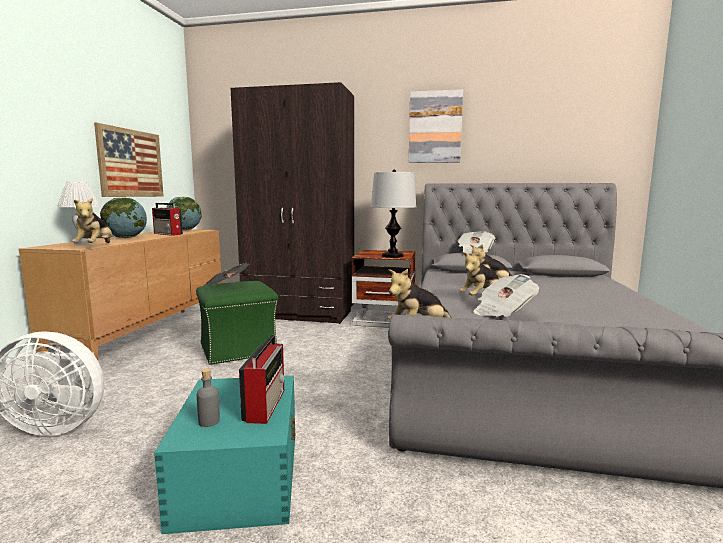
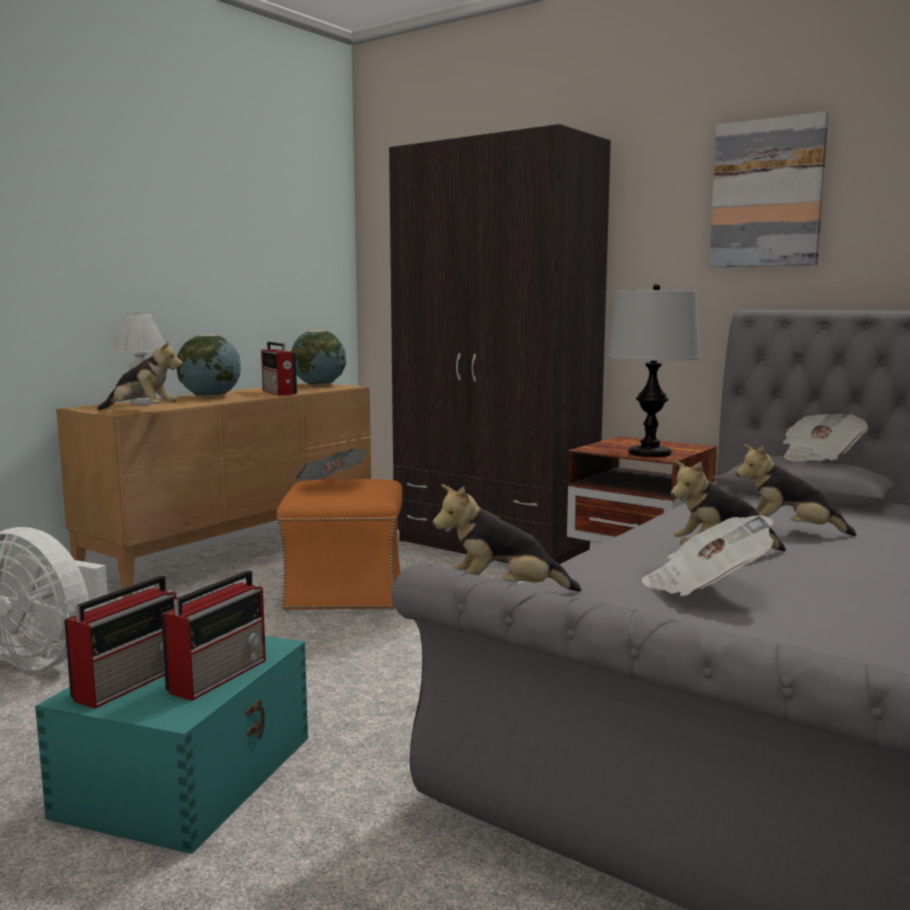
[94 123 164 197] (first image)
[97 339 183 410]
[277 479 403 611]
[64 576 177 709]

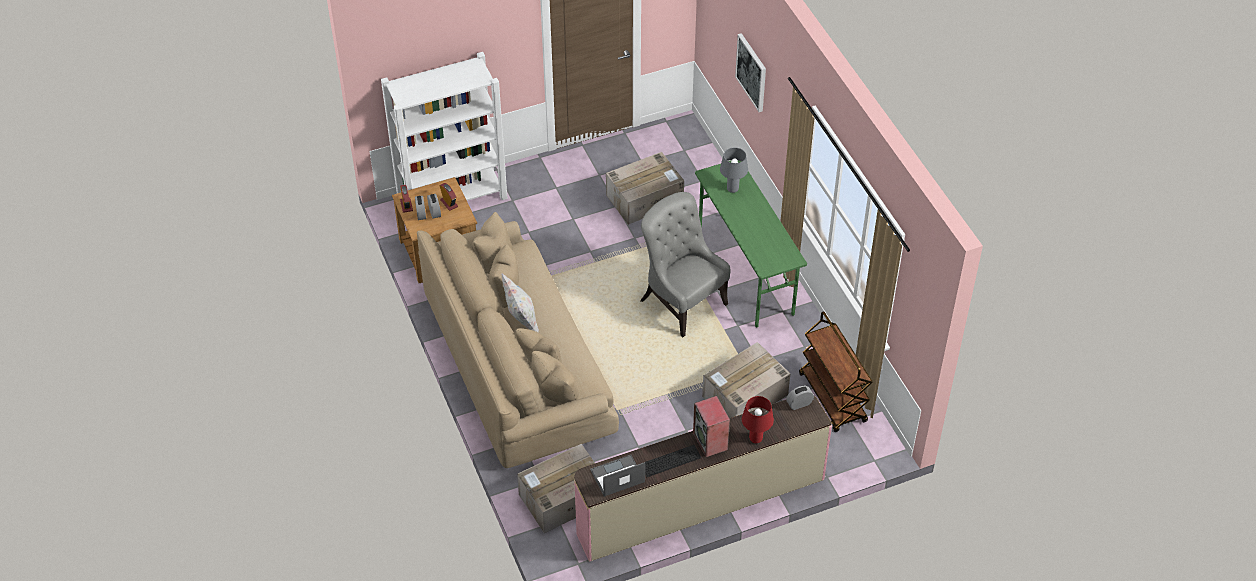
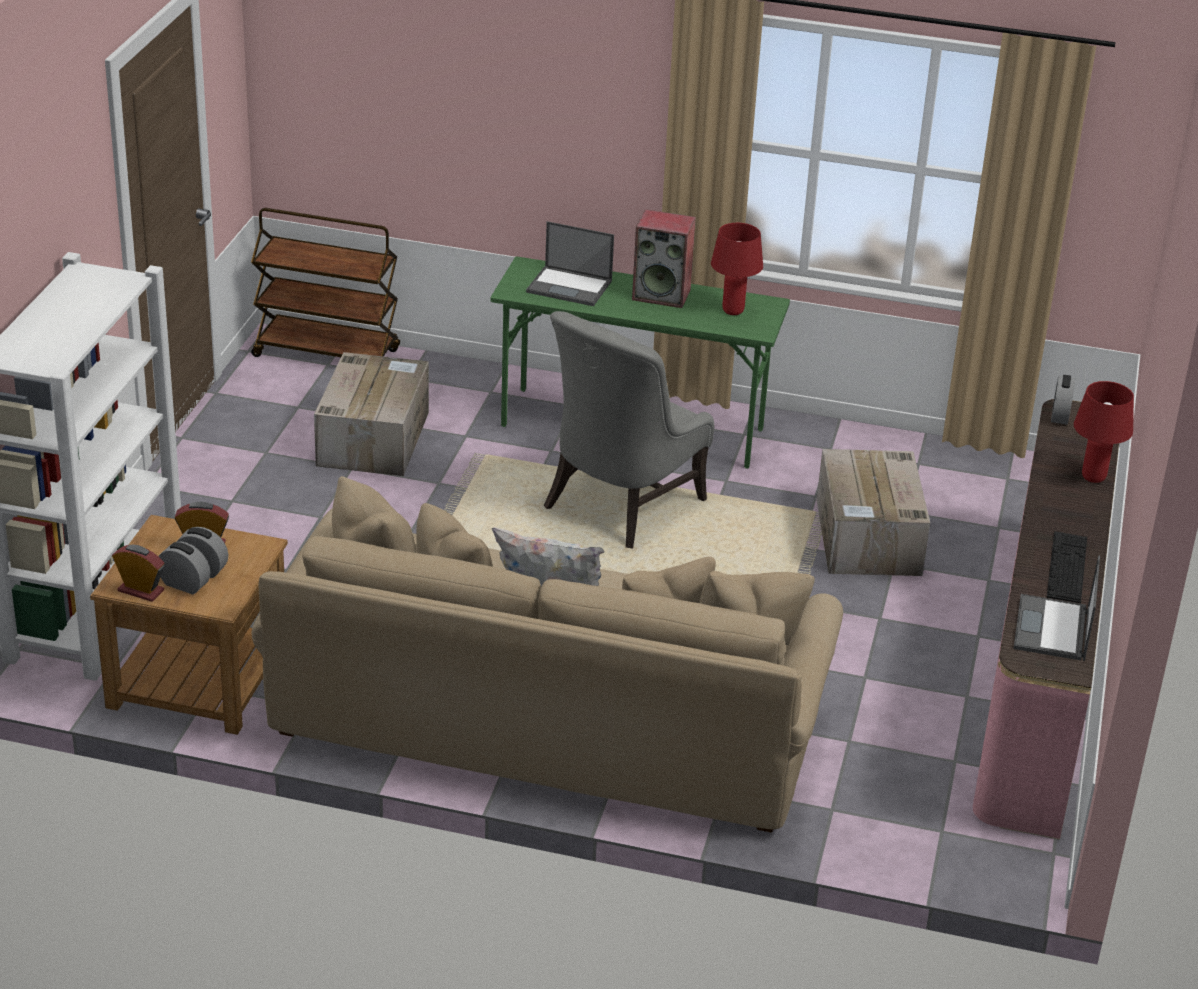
[735 33 766 112] (first image)
[526 221 614 306]
[544 311 714 549]
[251 208 400 357]
[632 209 696 308]
[517 444 595 533] (first image)
[711 223 763 315]

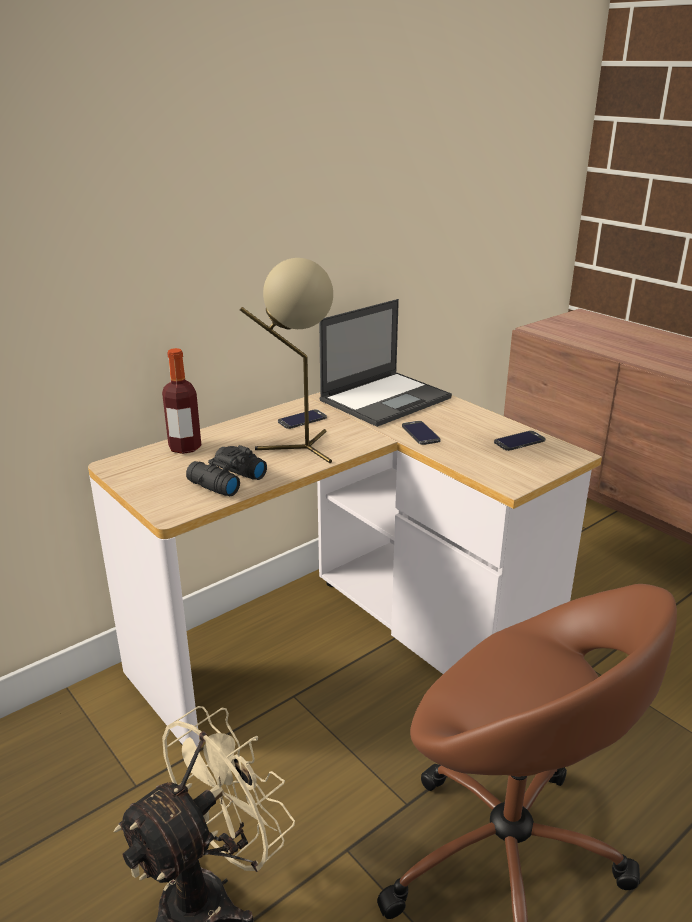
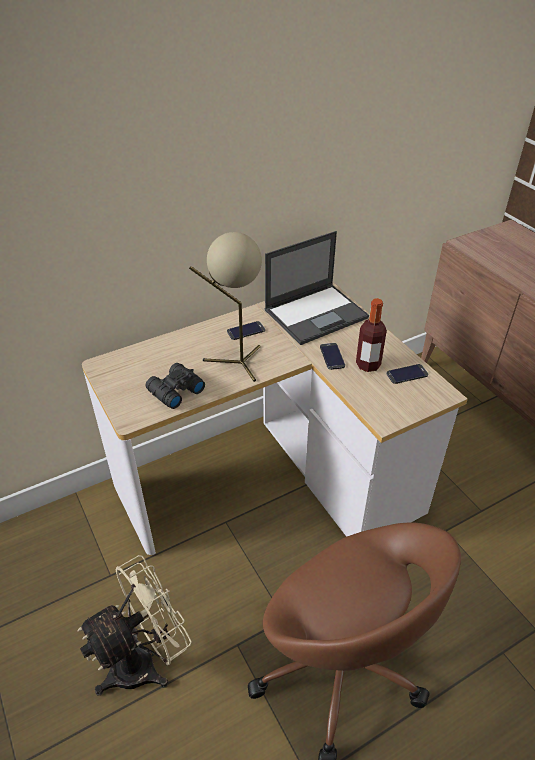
[356 298 387 372]

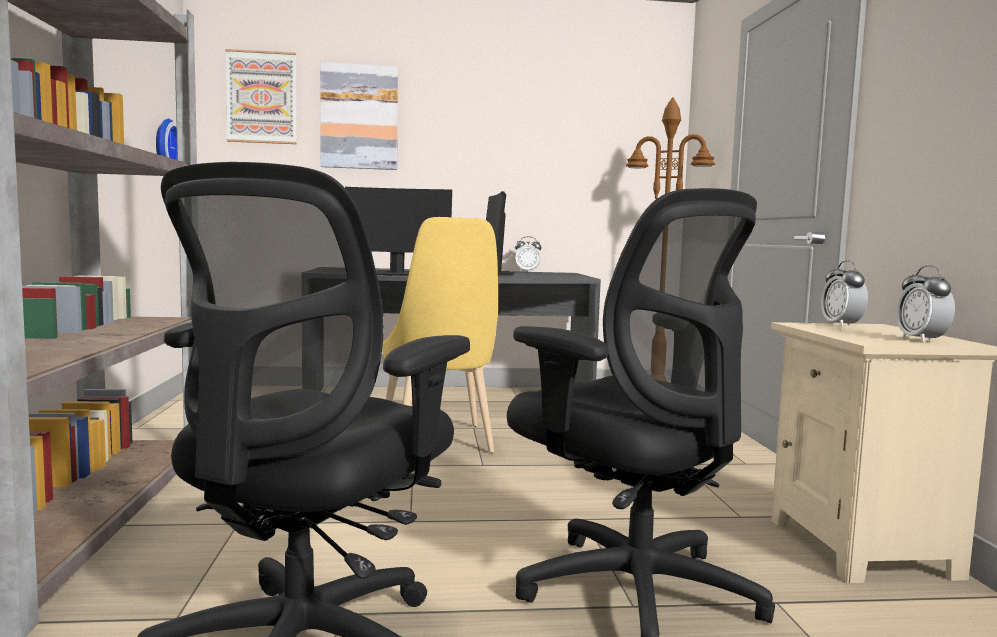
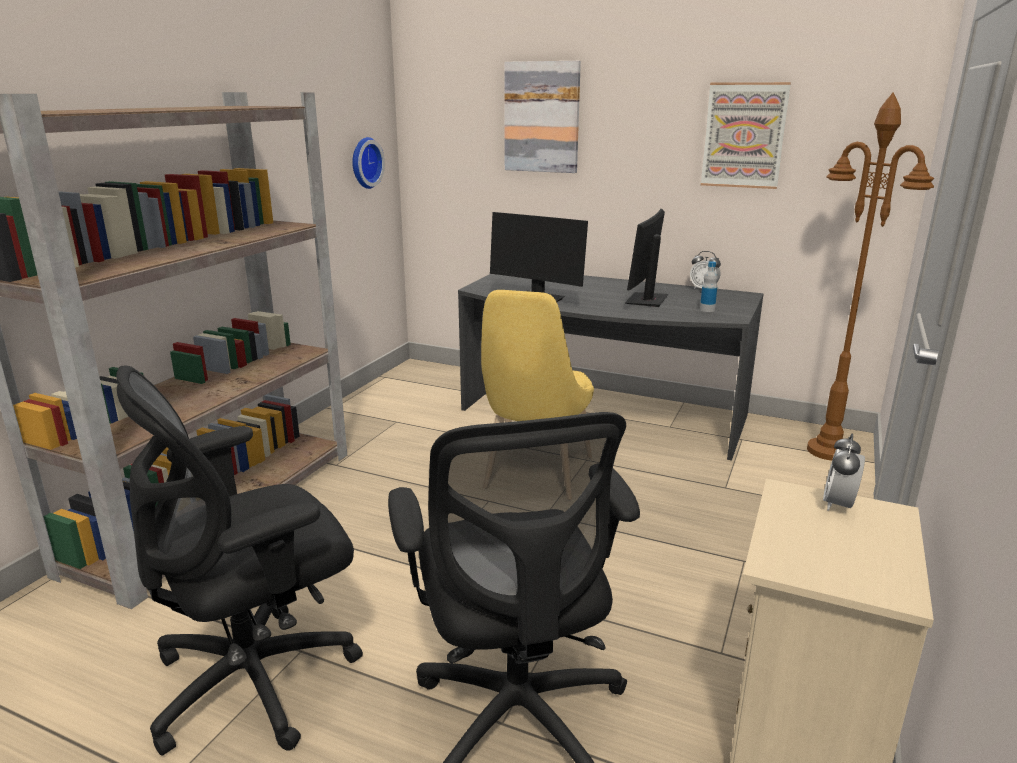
[701 82 791 189]
[896 265 955 342] (first image)
[700 261 718 312]

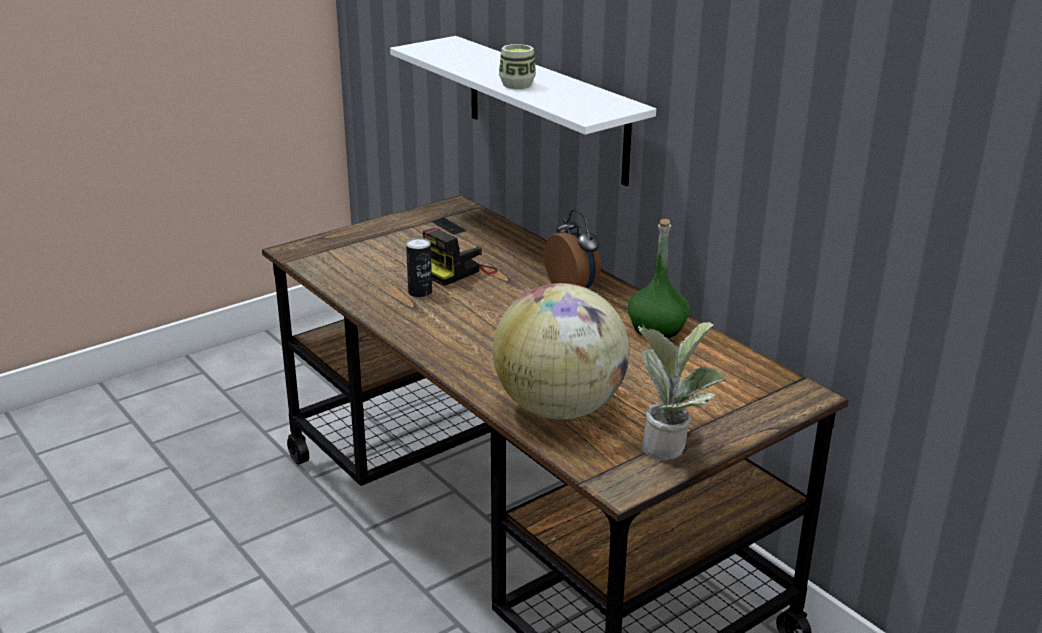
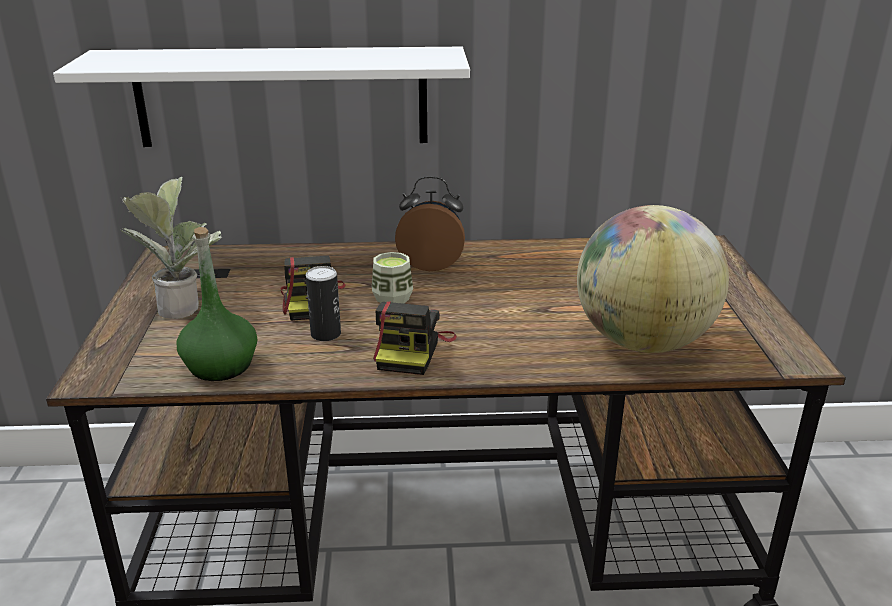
[372 252 413 304]
[177 227 257 381]
[120 177 222 319]
[373 301 457 375]

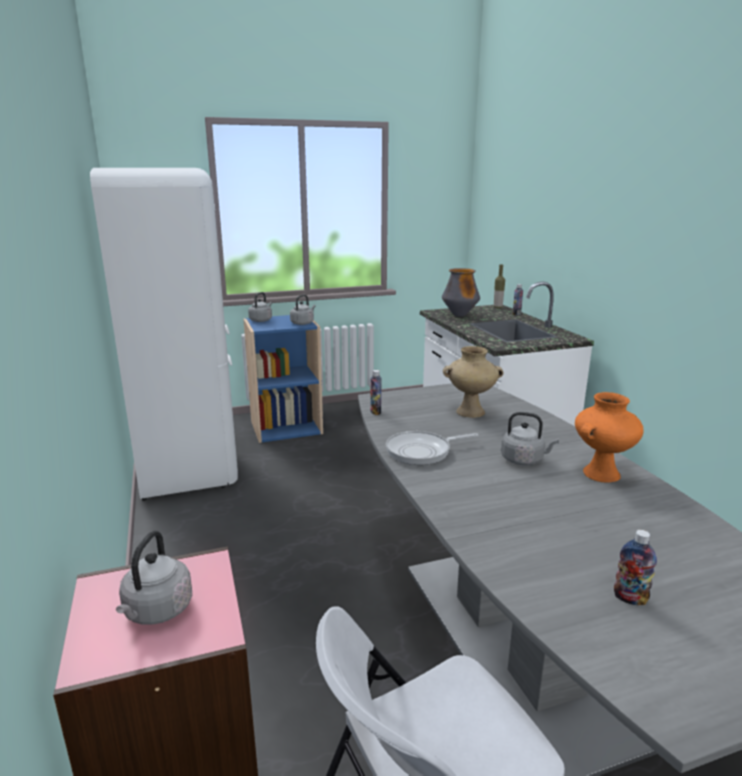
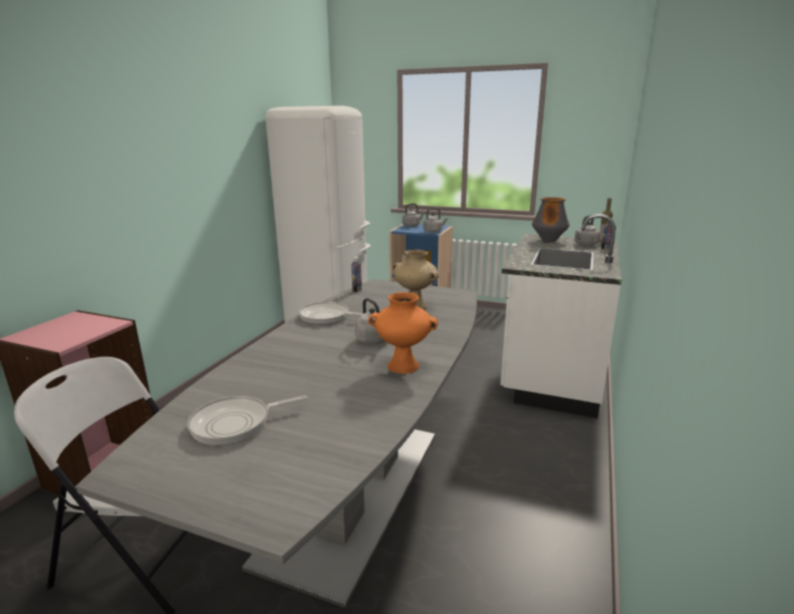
[187 395 307 445]
[575 215 600 246]

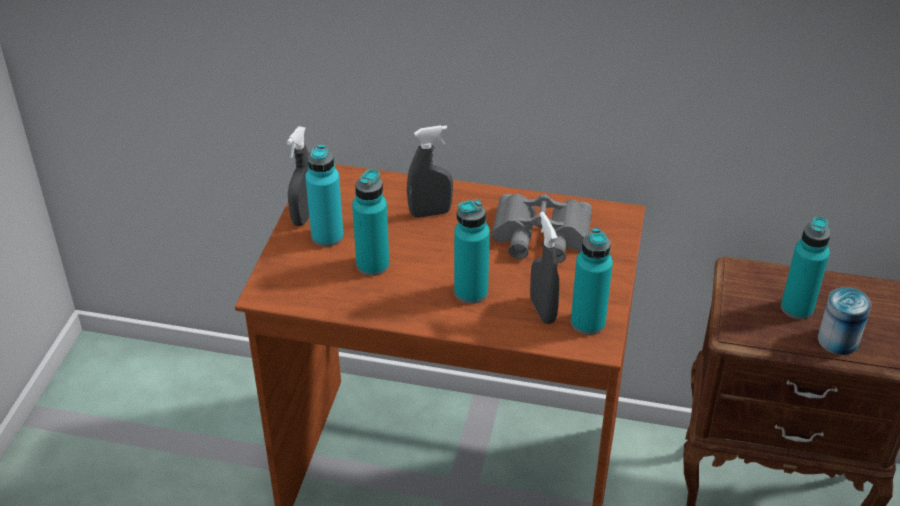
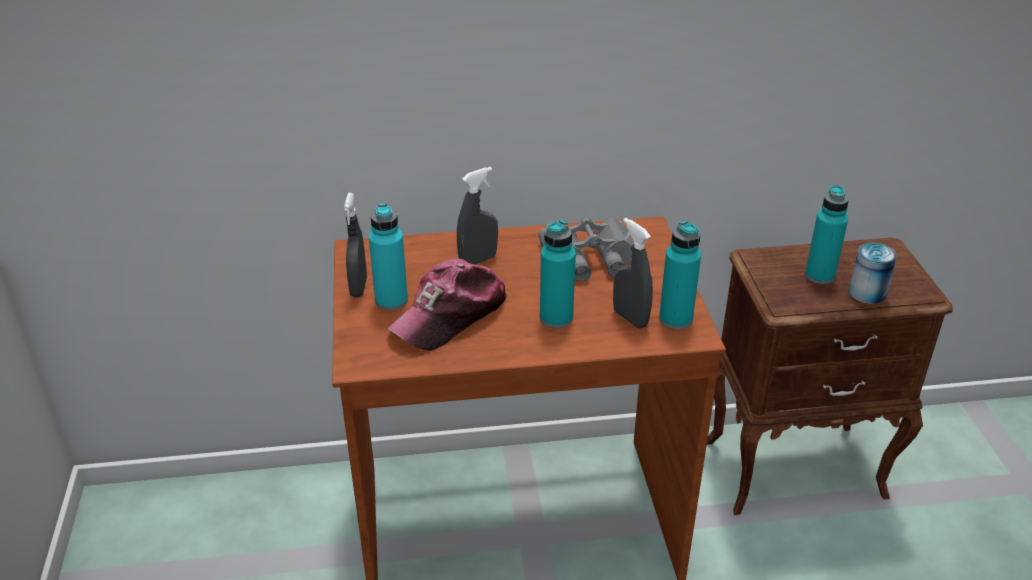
[387 259 508 351]

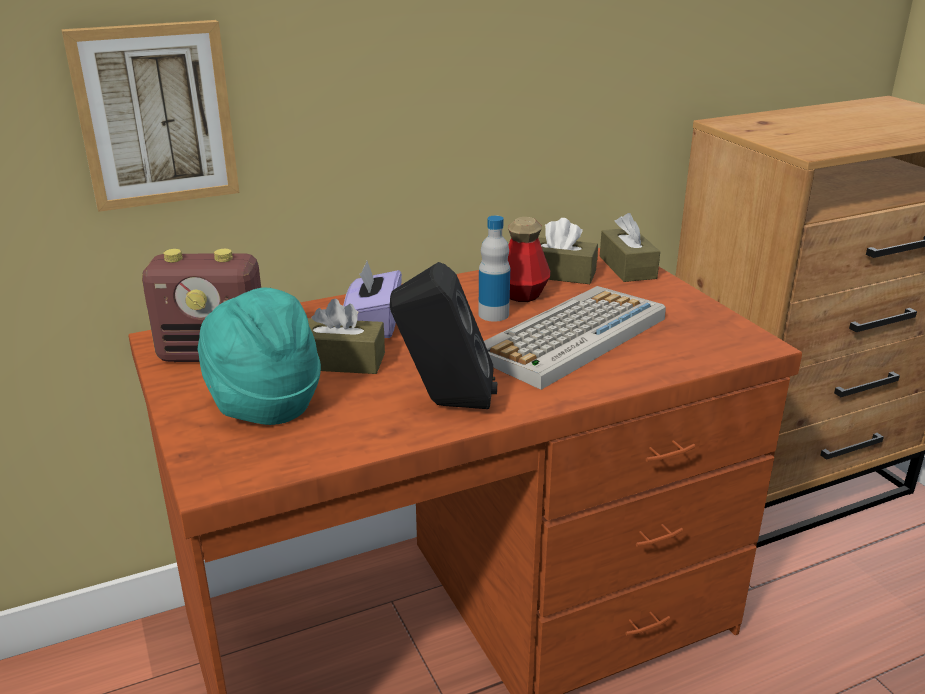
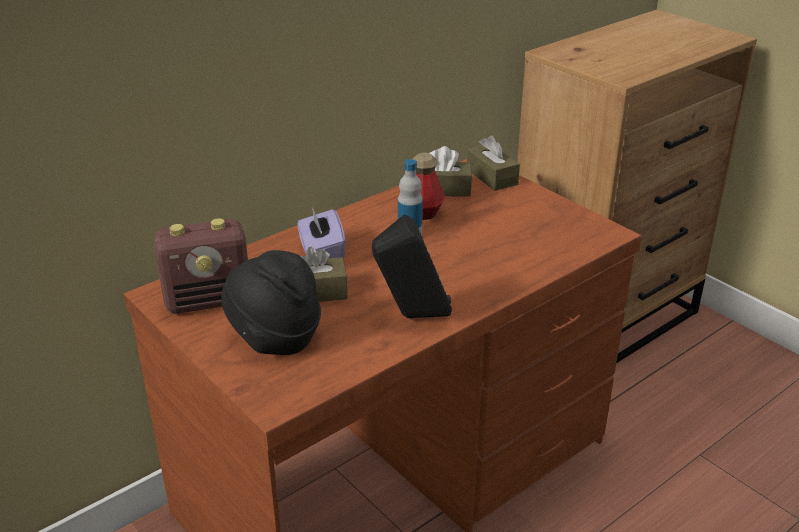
[61 20 239 212] (first image)
[484 286 666 390] (first image)
[221 250 321 355]

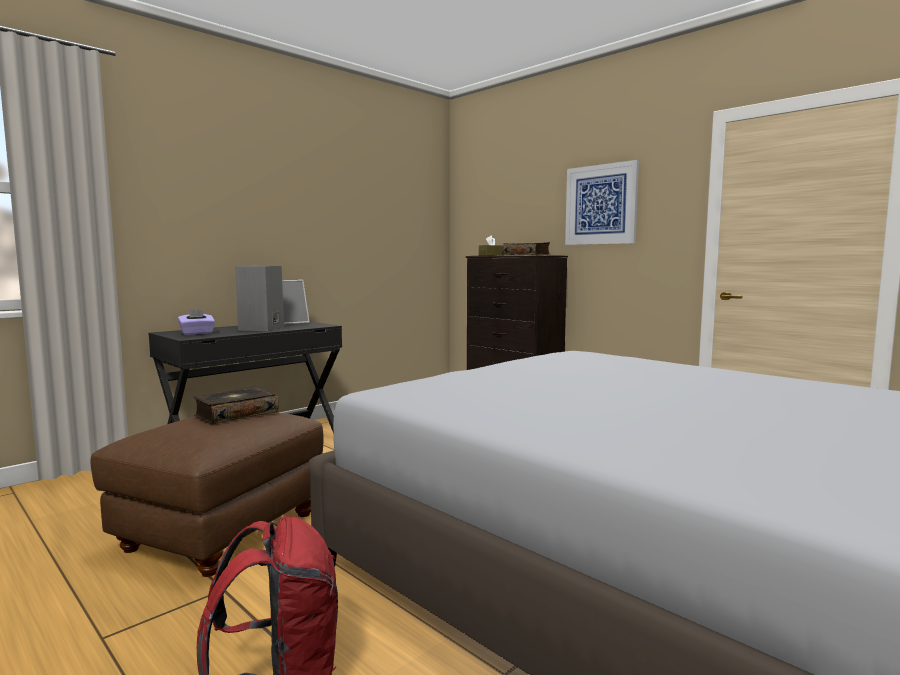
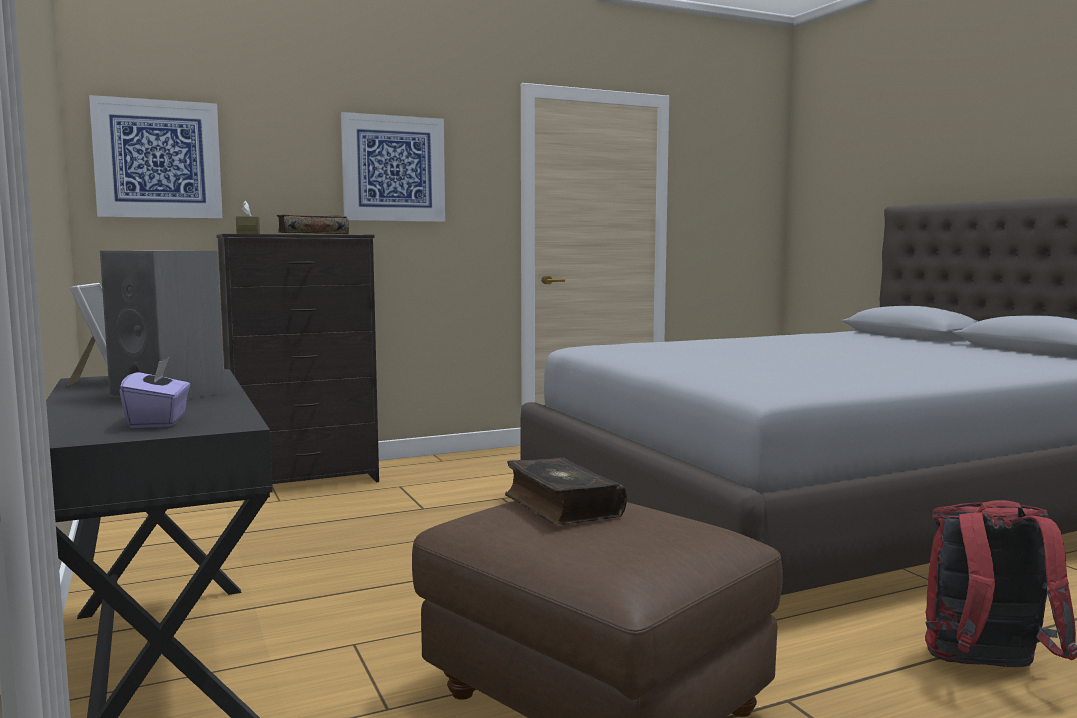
[89 95 223 218]

